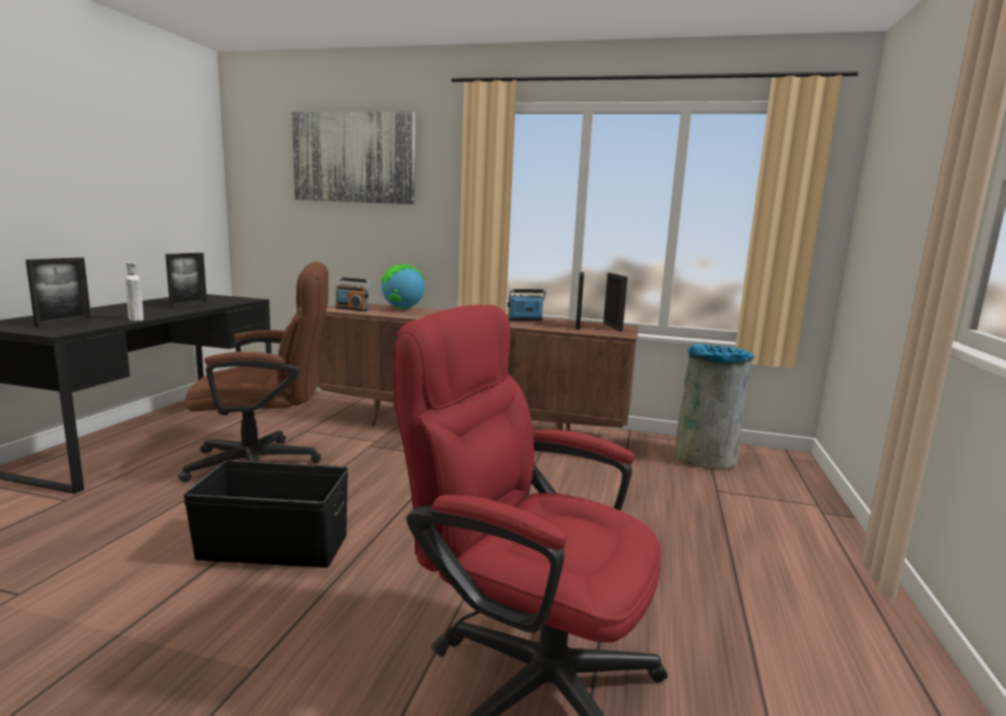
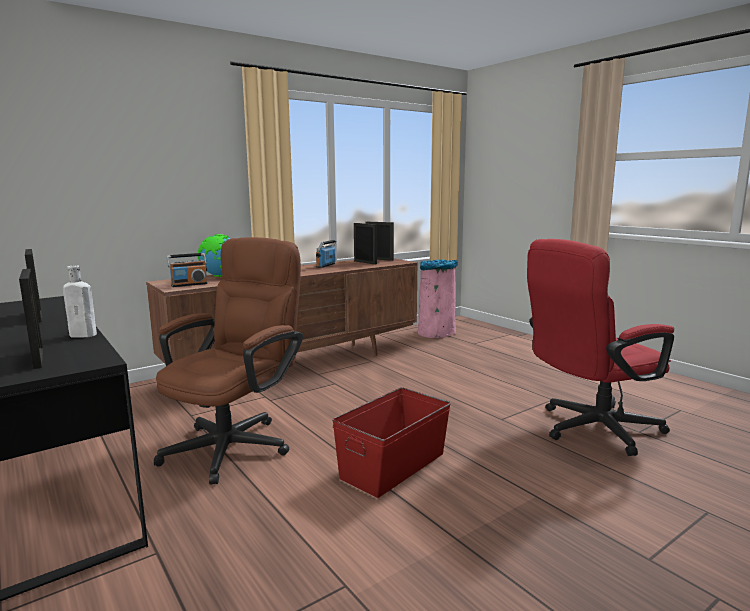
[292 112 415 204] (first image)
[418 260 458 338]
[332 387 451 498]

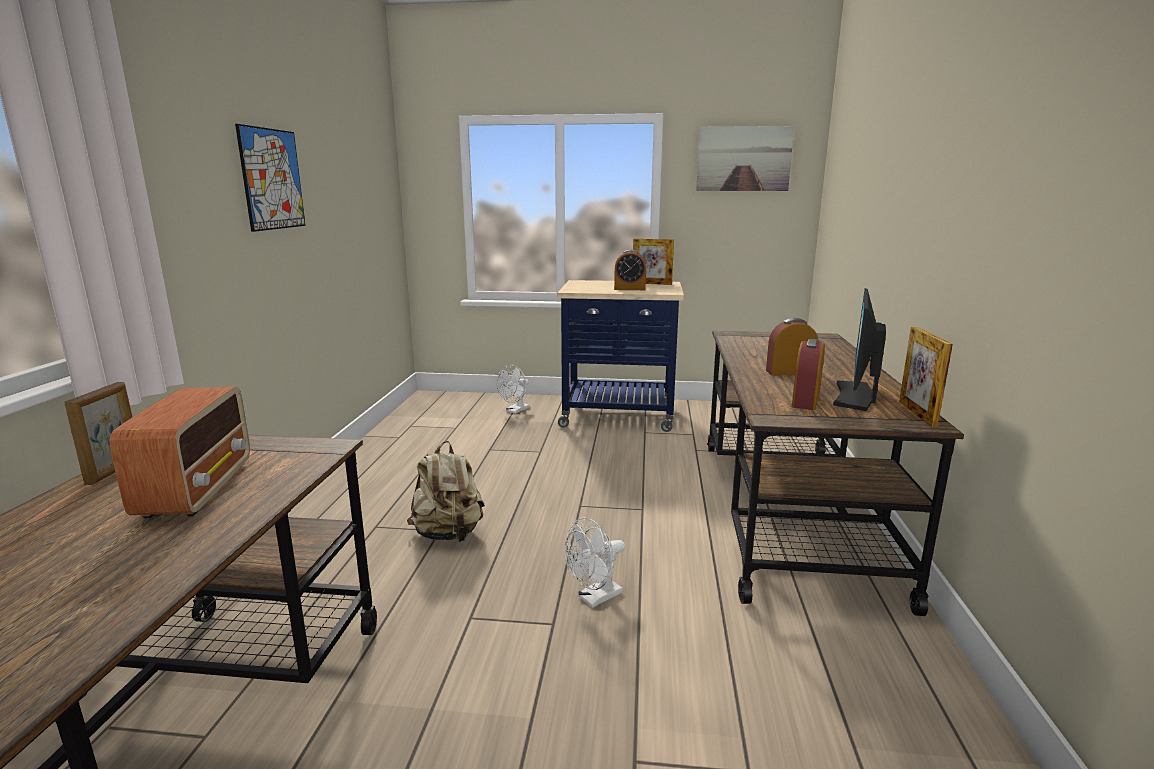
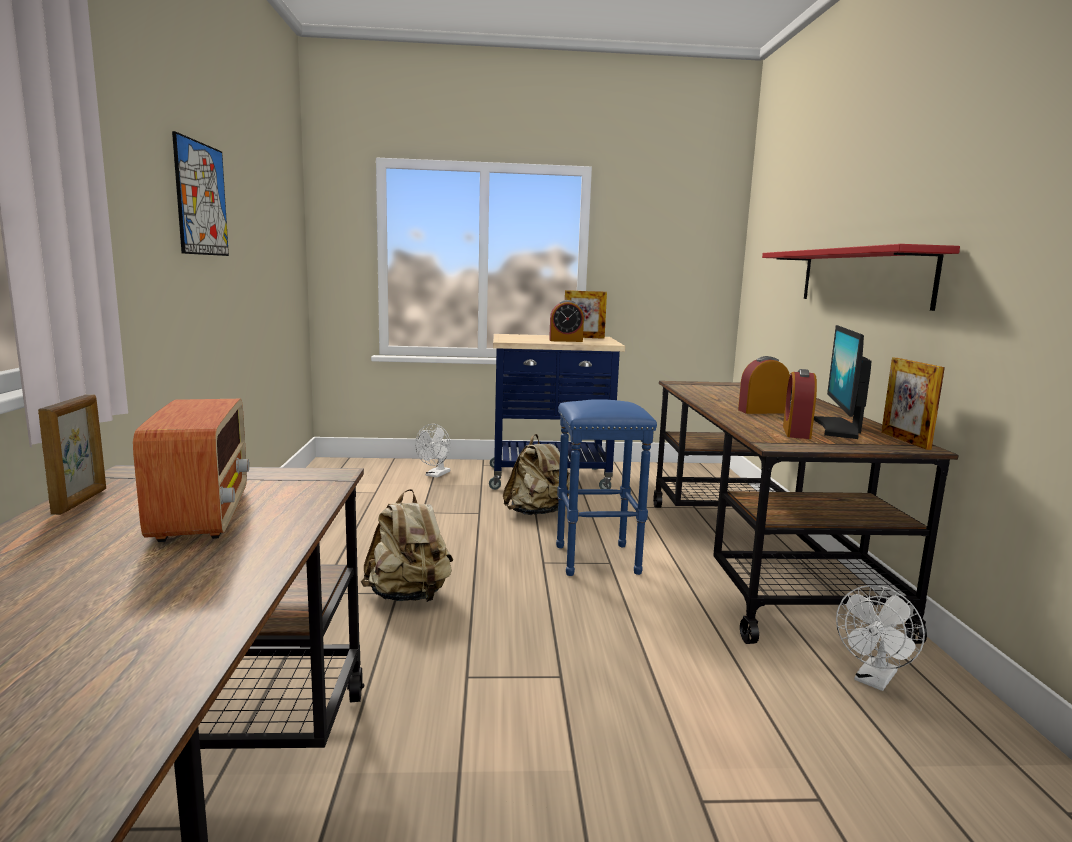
[696 126 794 191] (first image)
[836 585 925 691]
[762 244 960 311]
[556 399 657 576]
[503 434 570 515]

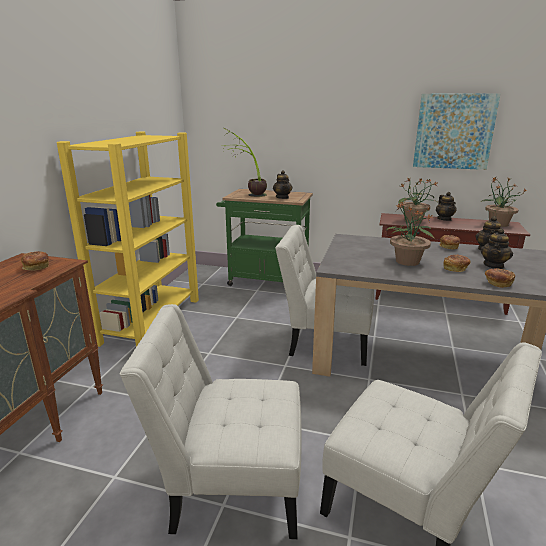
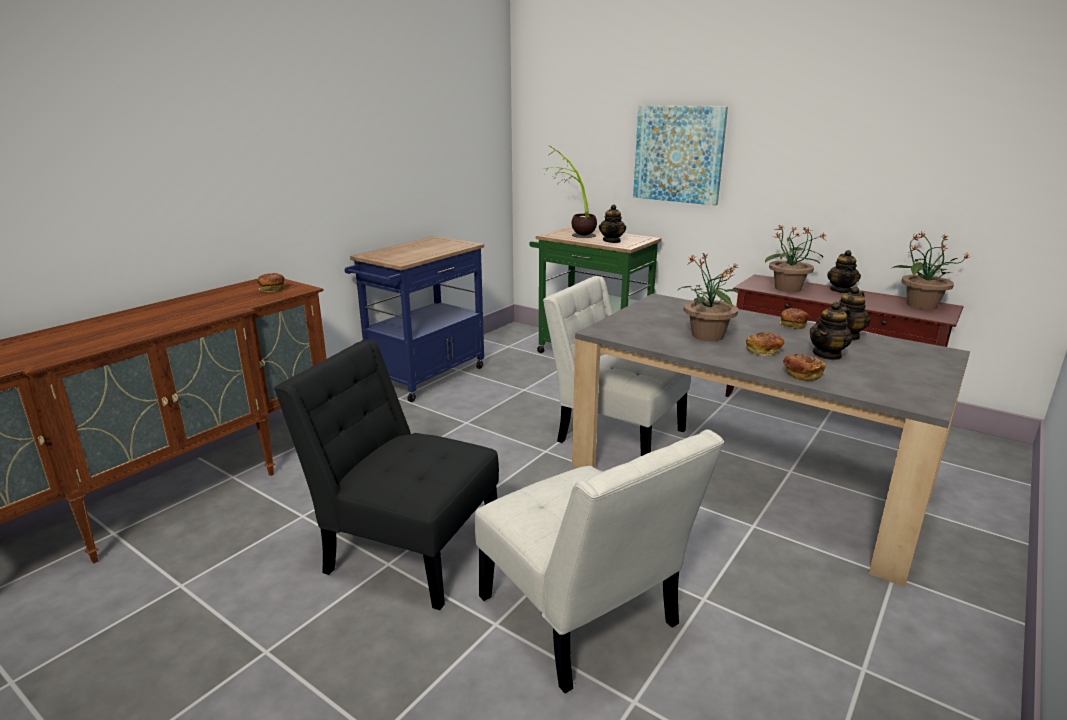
[633 105 728 206]
[345 236 484 402]
[274 339 499 610]

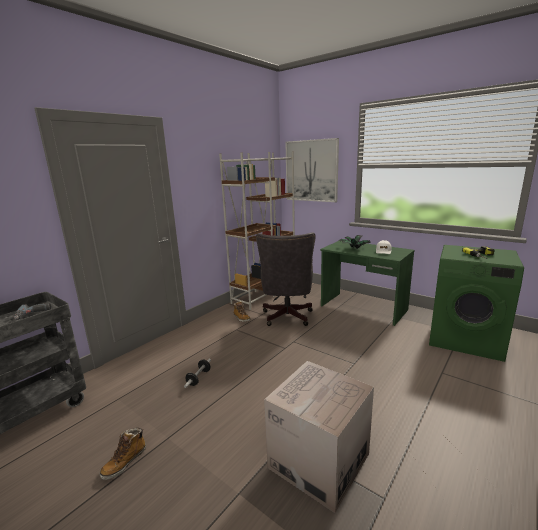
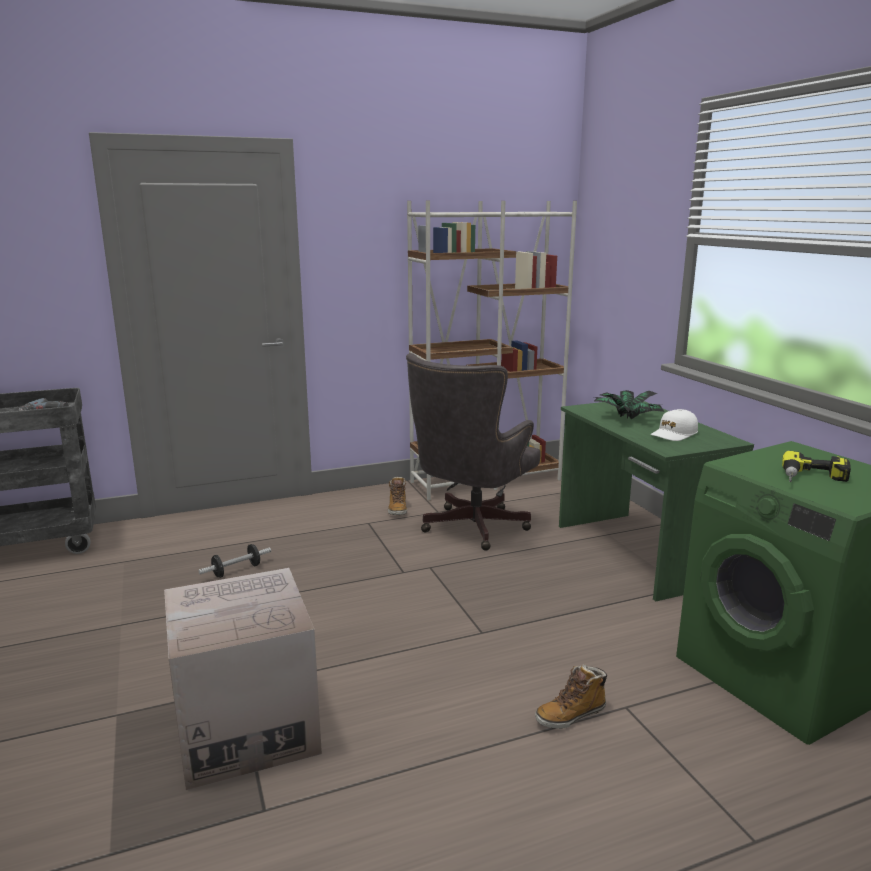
[285 138 339 202] (first image)
[535 664 607 729]

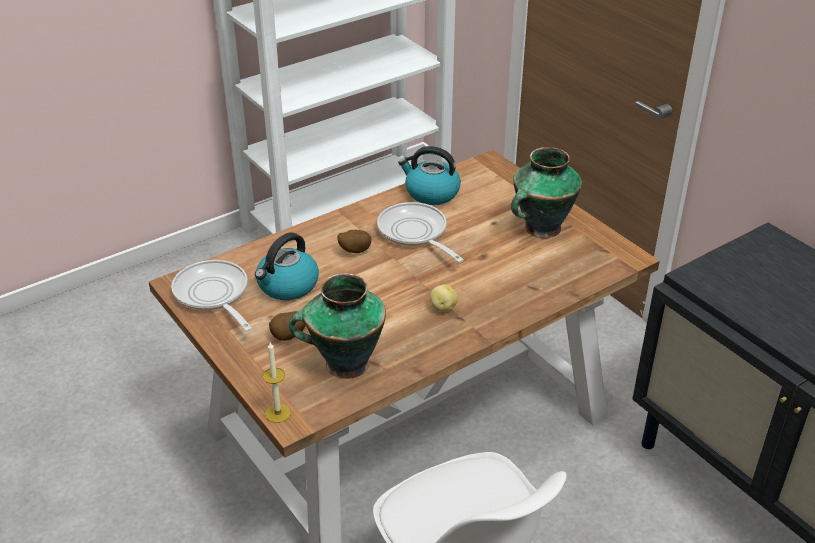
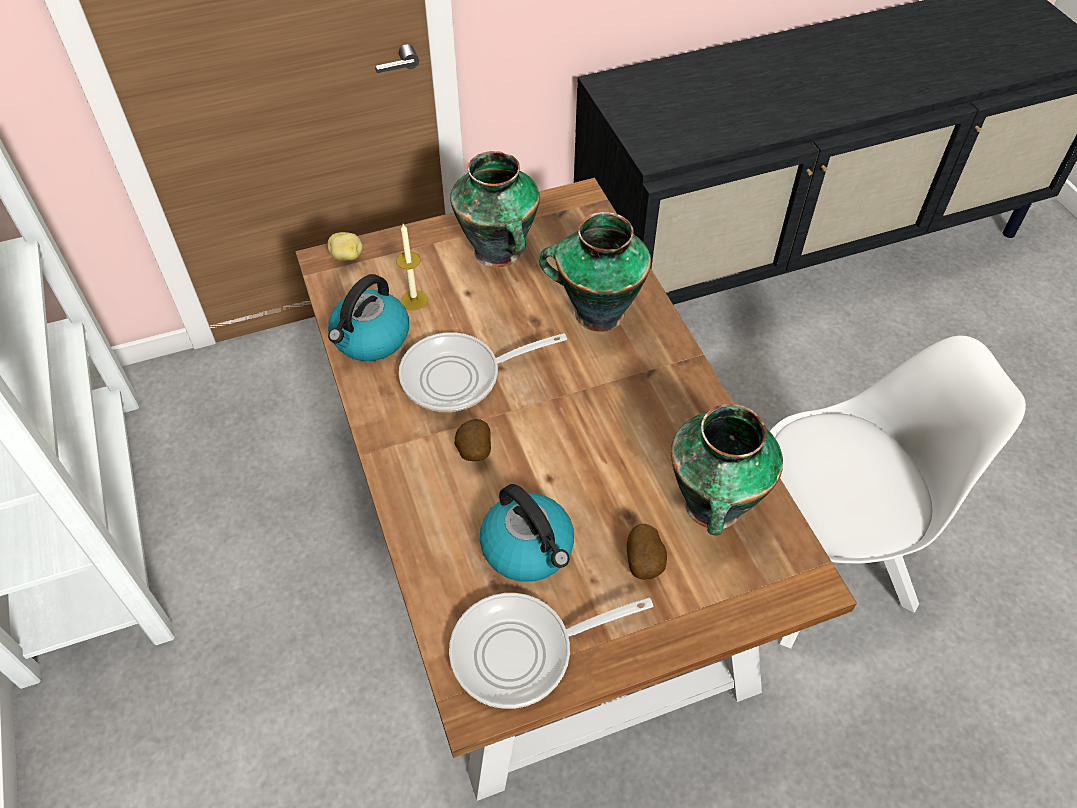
[328 232 362 261]
[396 224 428 310]
[539 212 651 332]

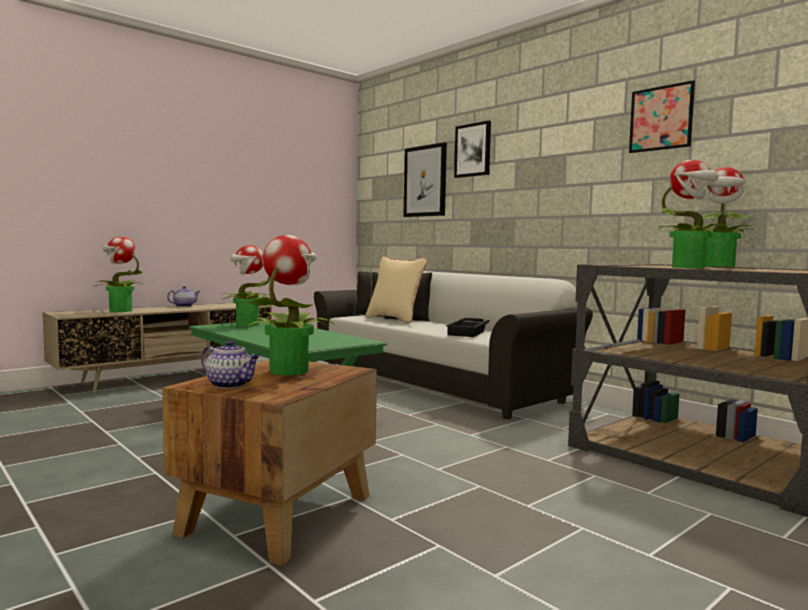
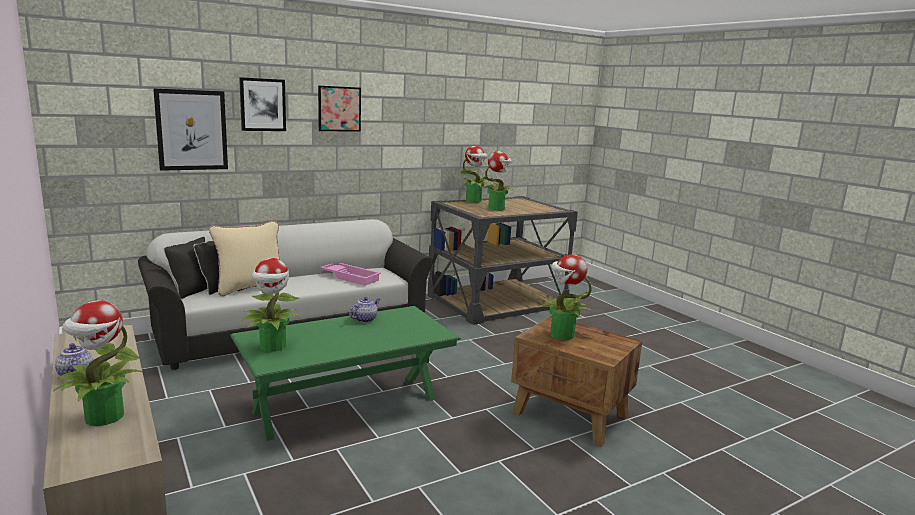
[318 86 361 132]
[320 263 381 286]
[349 297 380 323]

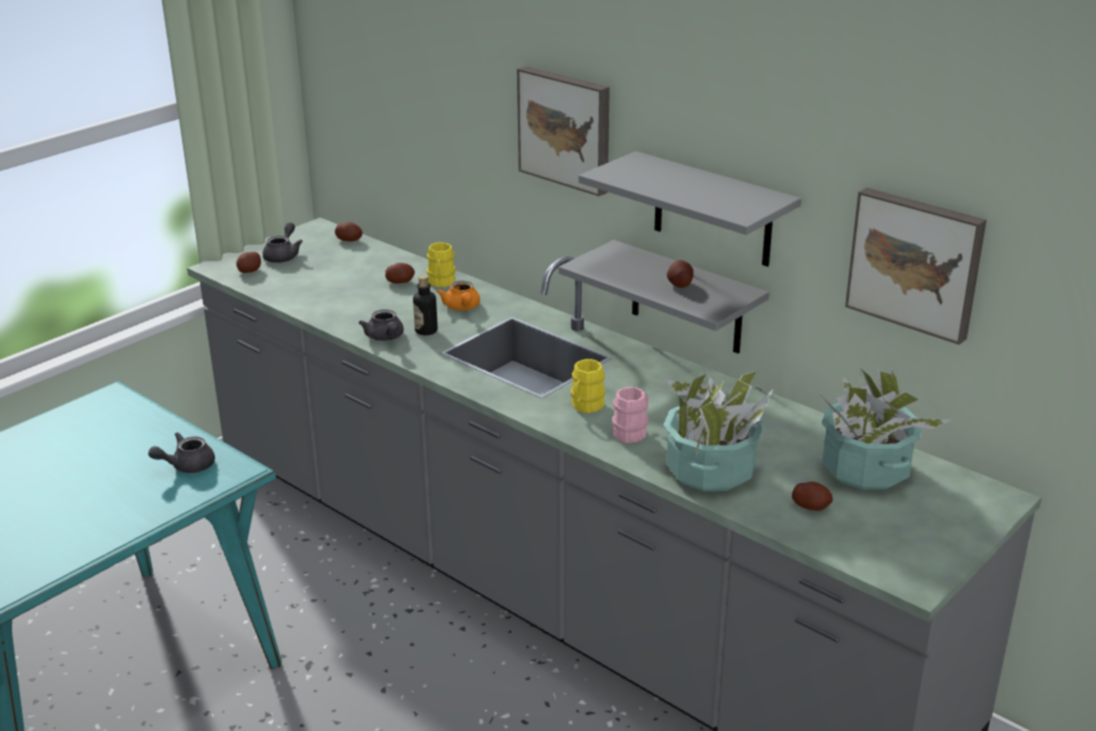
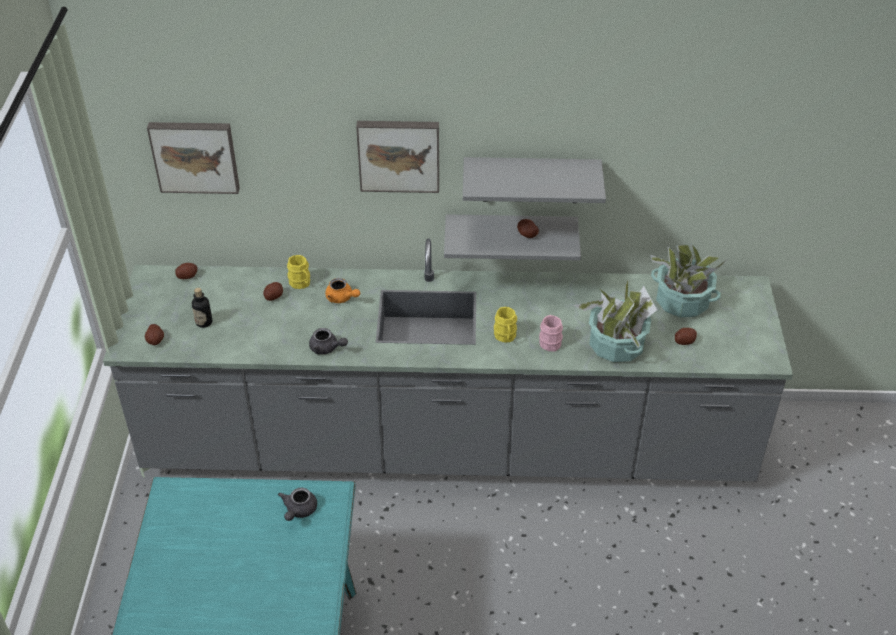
[147 122 240 194]
[263 222 303 263] (first image)
[192 288 213 328]

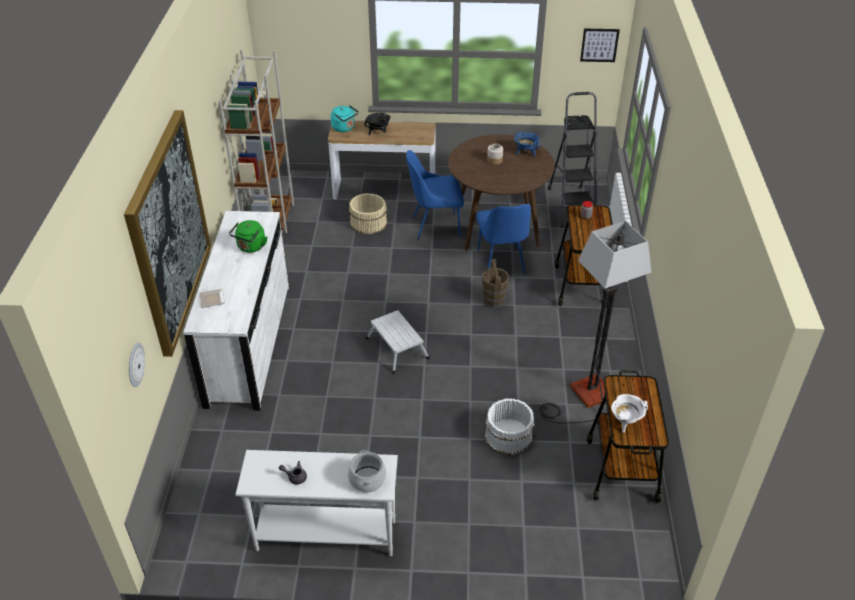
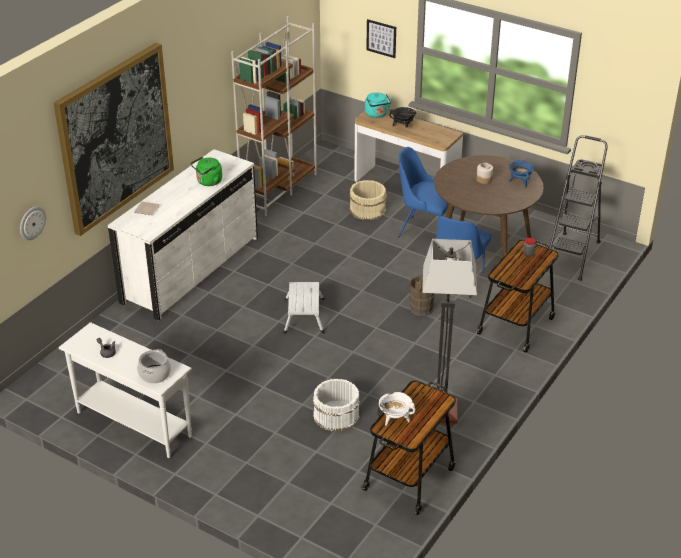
[366 19 396 58]

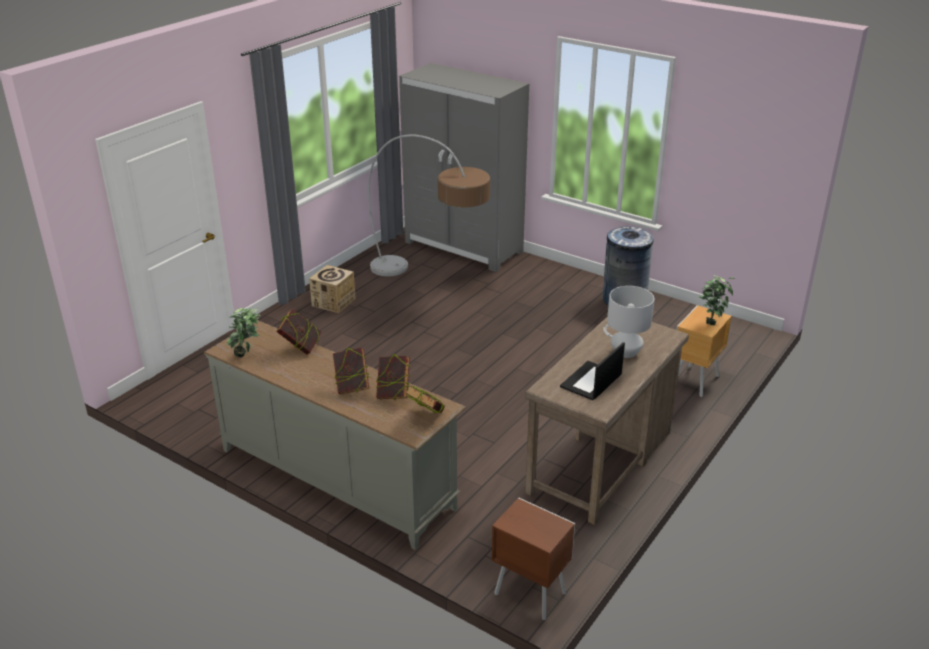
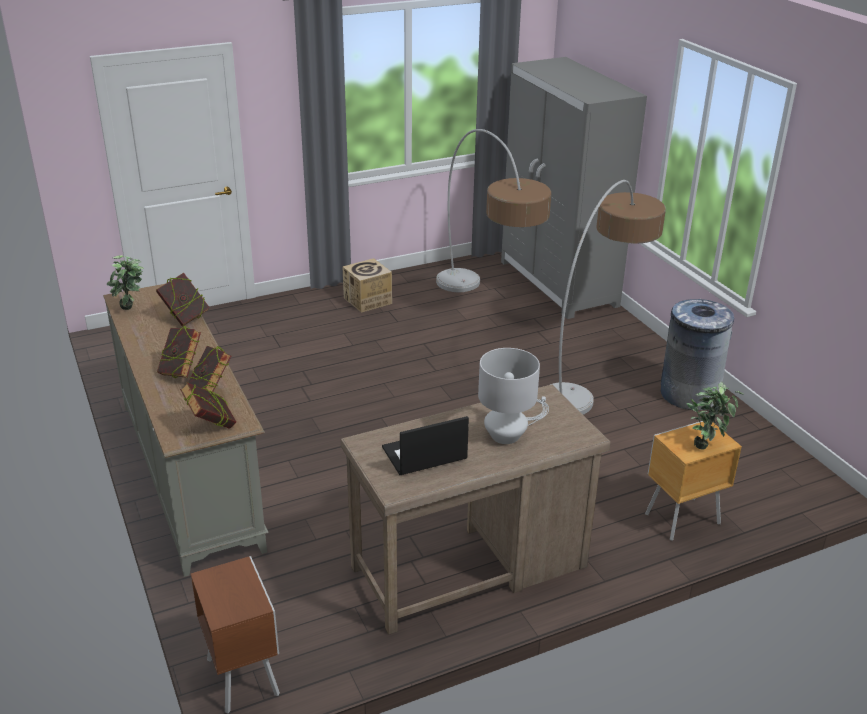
[550 180 666 415]

